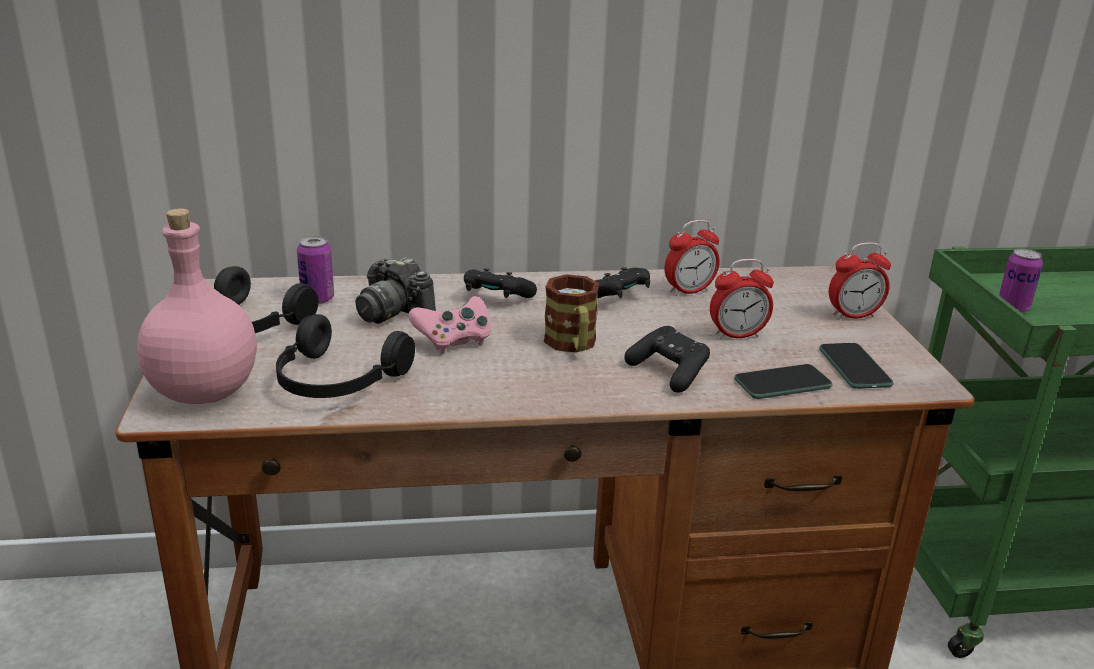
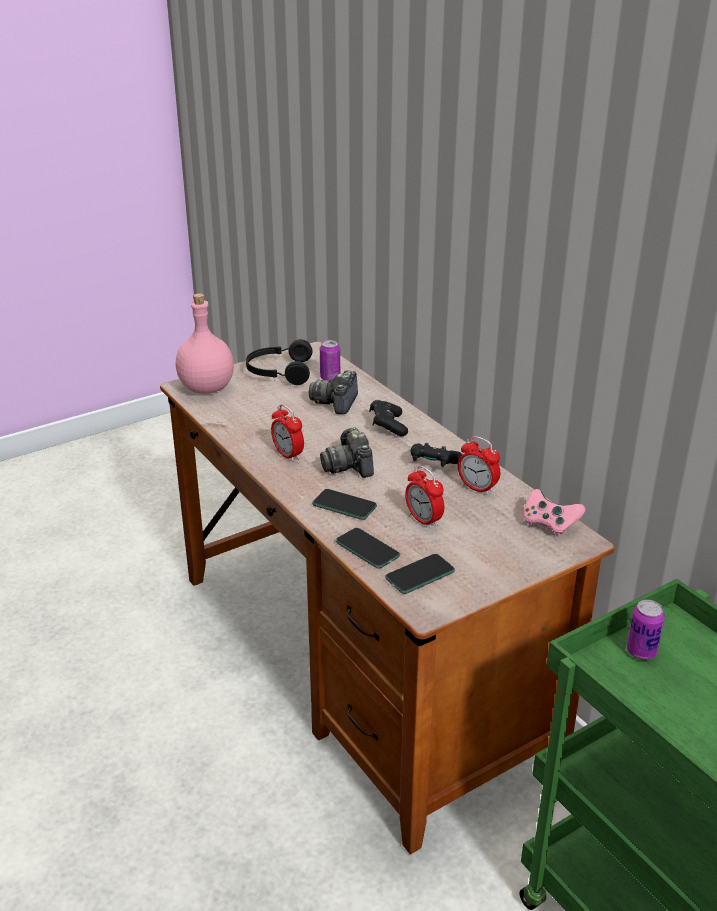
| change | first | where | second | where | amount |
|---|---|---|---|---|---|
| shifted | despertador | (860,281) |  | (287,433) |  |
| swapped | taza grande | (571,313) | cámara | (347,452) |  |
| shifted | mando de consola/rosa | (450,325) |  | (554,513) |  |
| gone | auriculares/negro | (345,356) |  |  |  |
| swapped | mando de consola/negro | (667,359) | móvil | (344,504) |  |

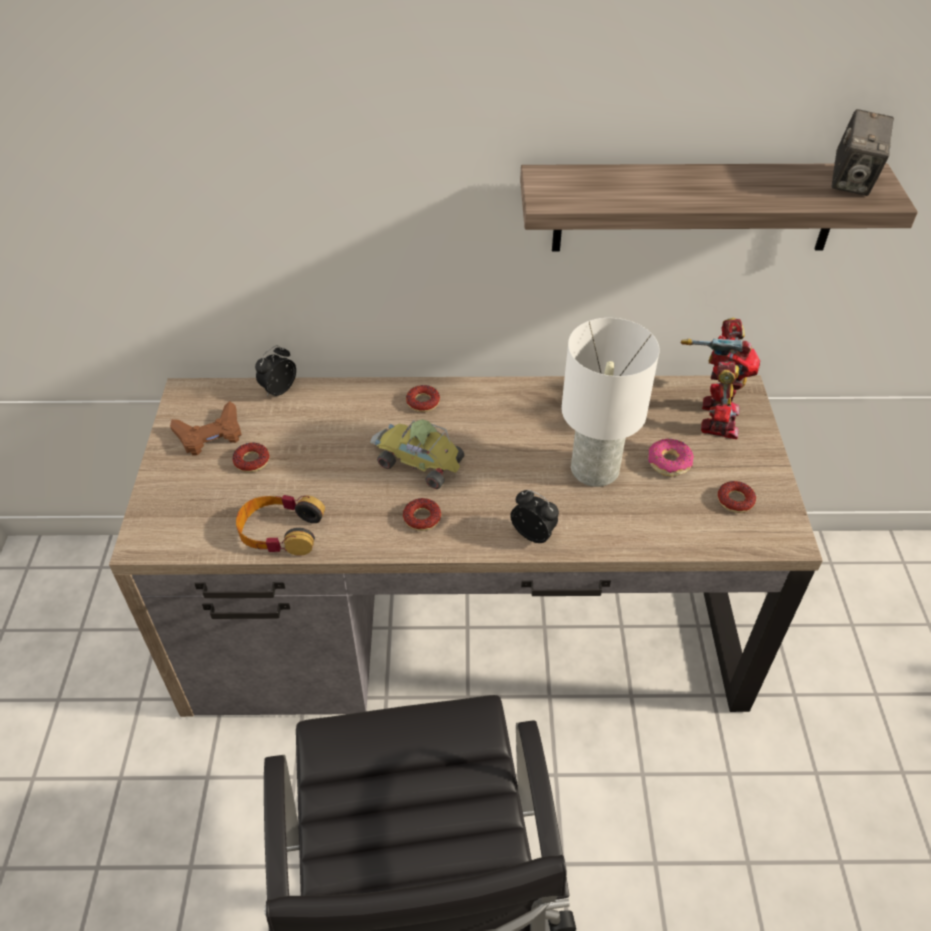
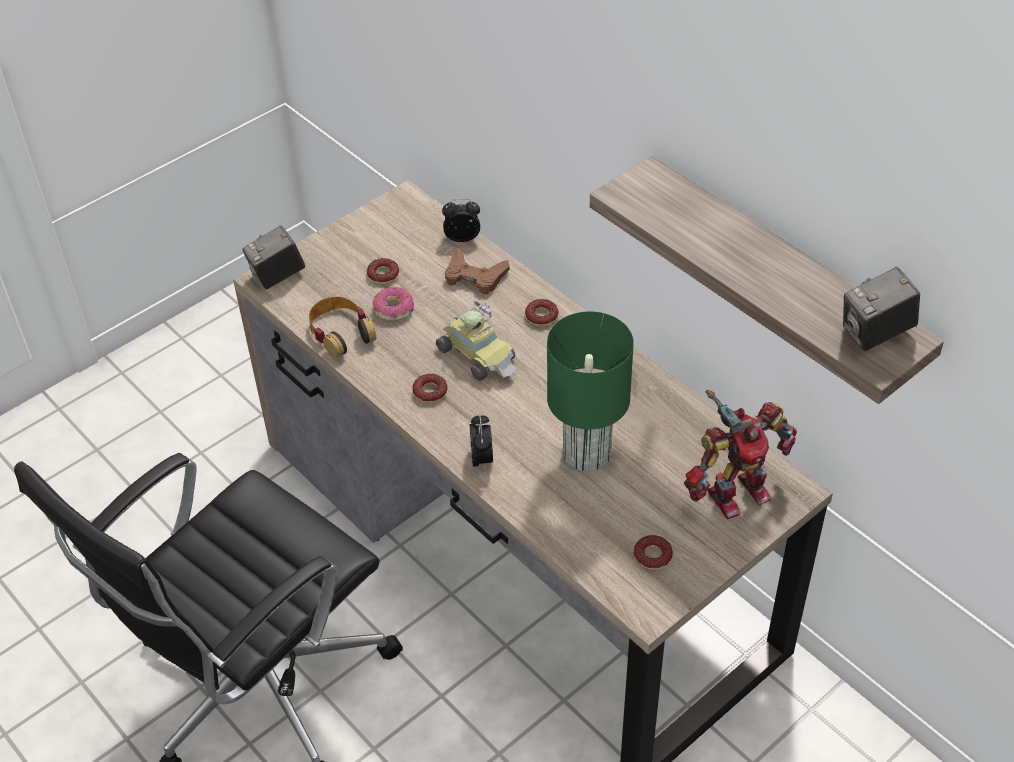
| change | first | where | second | where | amount |
|---|---|---|---|---|---|
| repainted | lámpara de mesa/blanco | (611,402) | lámpara de mesa/verde | (590,391) |  |
| shifted | mando de consola/marrón | (206,428) |  | (477,270) |  |
| rotated | coche de juguete | (417,454) |  | (476,341) | 150 degrees clockwise |
| shifted | rosquilla | (671,457) |  | (393,304) |  |
| new |  |  | cámara | (273,257) |  |

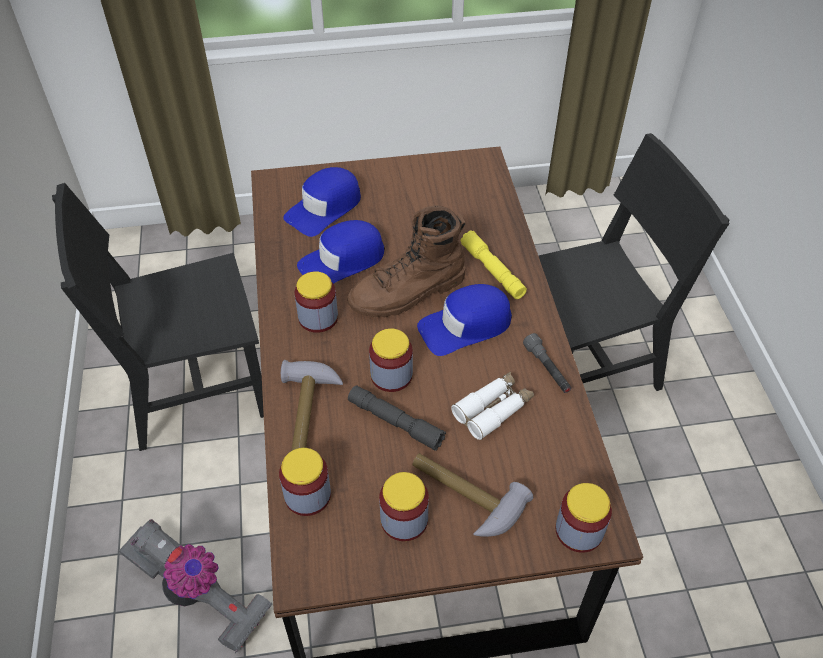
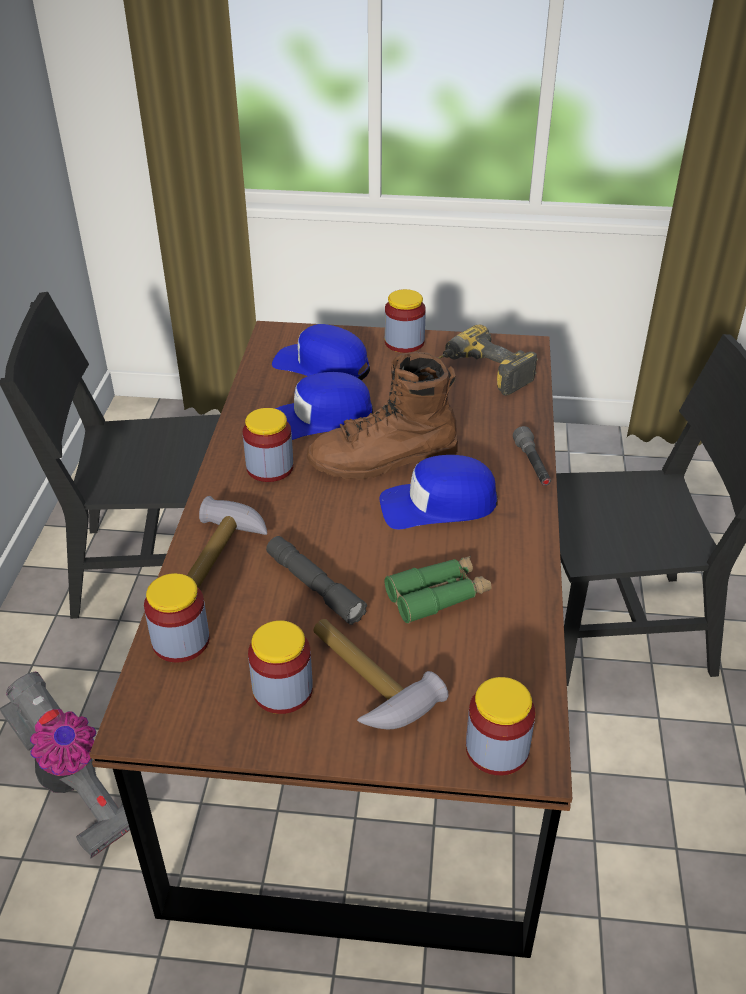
| change | first | where | second | where | amount |
|---|---|---|---|---|---|
| rotated | gorra/azul | (322,202) |  | (321,352) | 60 degrees clockwise |
| gone | linterna/amarillo | (494,265) |  |  |  |
| shifted | tarro | (391,360) |  | (405,321) |  |
| shifted | linterna/gris | (547,363) |  | (532,456) |  |
| repainted | prismáticos/blanco | (492,406) | prismáticos/verde | (438,590) |  |
| new |  |  | taladro | (488,360) |  |

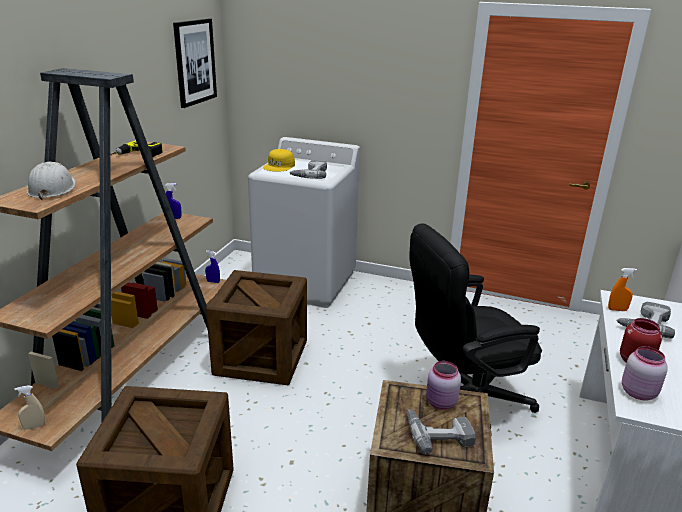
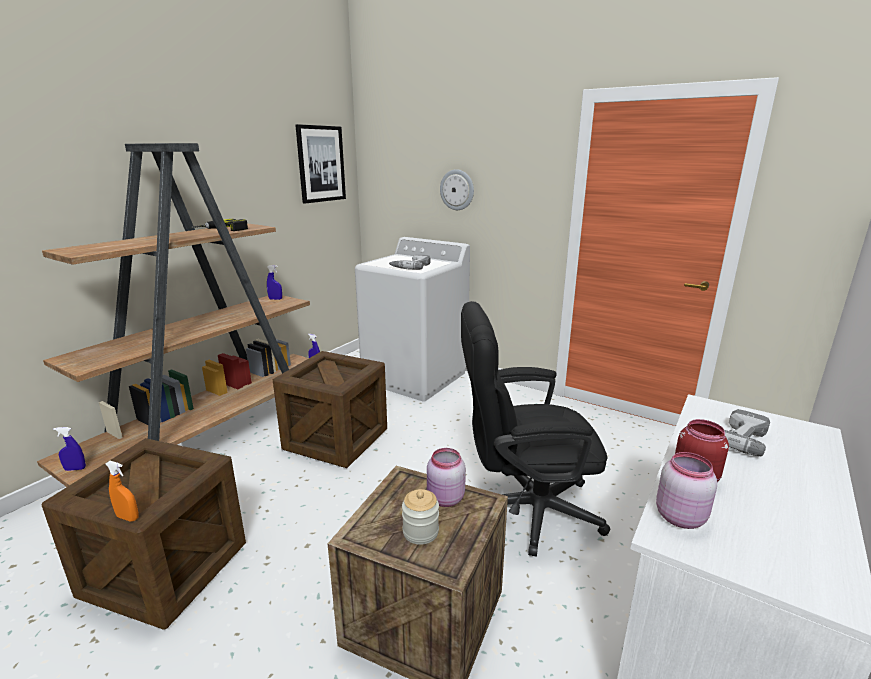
| change | first | where | second | where | amount |
|---|---|---|---|---|---|
| gone | gorra/amarillo | (279,160) |  |  |  |
| gone | casco/blanco | (51,181) |  |  |  |
| shifted | pulverizador/naranja | (622,289) |  | (122,491) |  |
| repainted | pulverizador/beis | (29,407) | pulverizador/azul | (69,449) |  |
| swapped | taladro | (441,431) | tarro | (420,517) |  |
| new |  |  | reloj de pared | (457,189) |  |

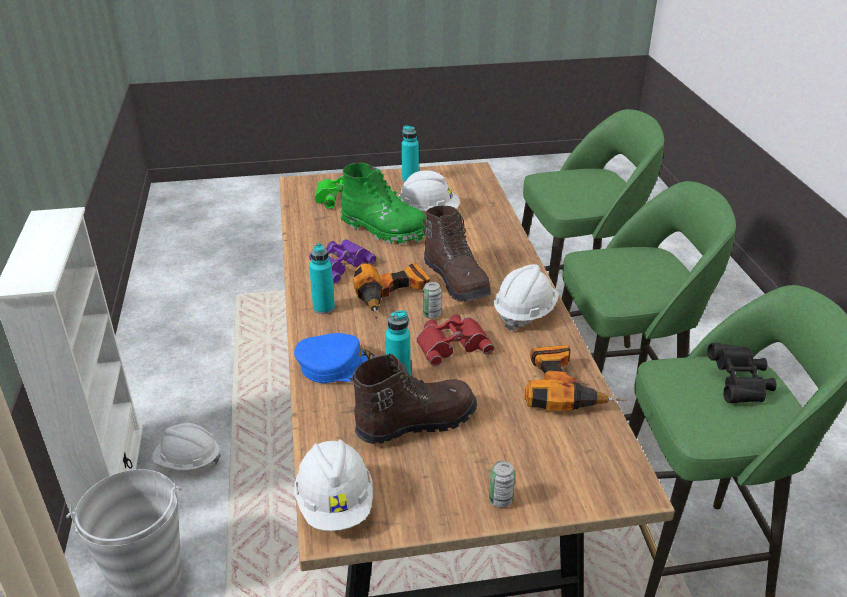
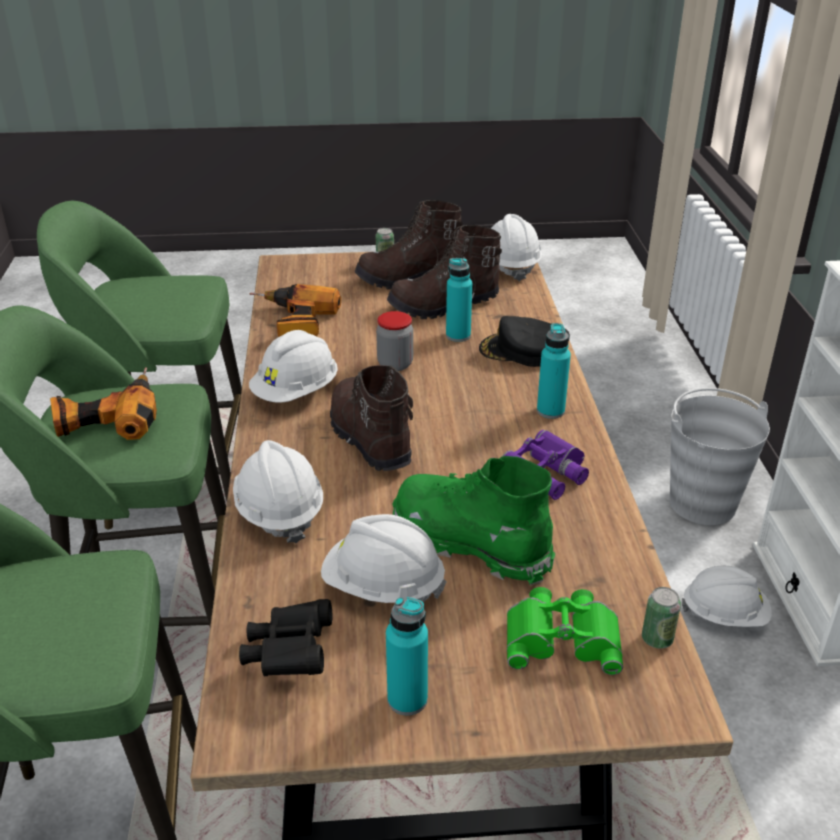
| change | first | where | second | where | amount |
|---|---|---|---|---|---|
| shifted | taladro | (391,290) |  | (103,403) |  |
| shifted | lata | (432,300) |  | (661,618) |  |
| swapped | prismáticos/rojo | (455,340) | tarro | (394,341) |  |
| repainted | gorra/azul | (335,358) | gorra/negro | (524,341) |  |
| shifted | prismáticos/negro | (742,373) |  | (285,637) |  |
| new |  |  | bota/marrón | (409,245) |  |
| new |  |  | casco/blanco | (278,491) |  |

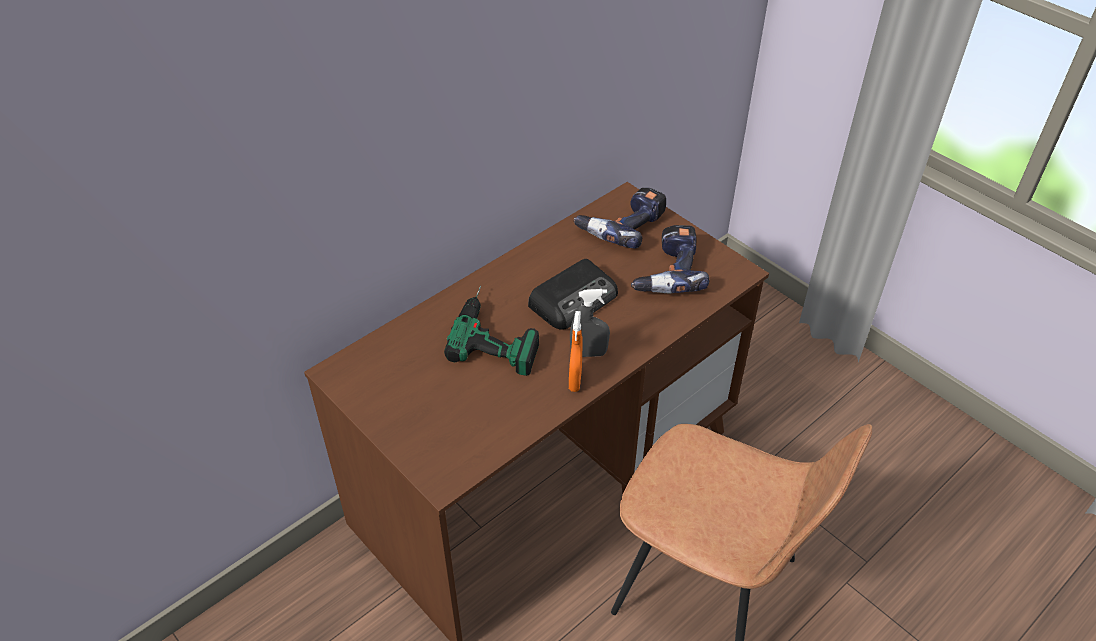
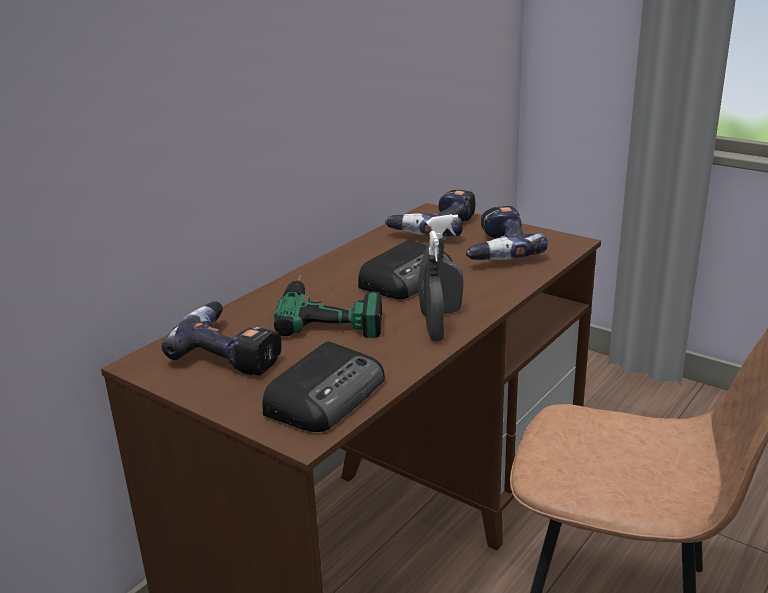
| change | first | where | second | where | amount |
|---|---|---|---|---|---|
| repainted | pulverizador/naranja | (576,351) | pulverizador/gris | (435,286) |  |
| new |  |  | taladro | (221,338) |  |
| new |  |  | radio | (323,386) |  |

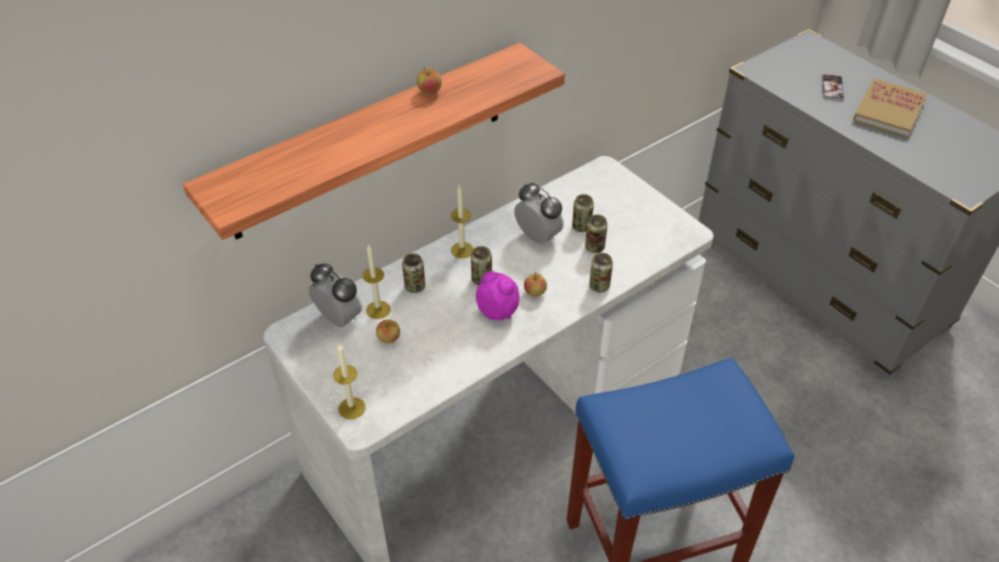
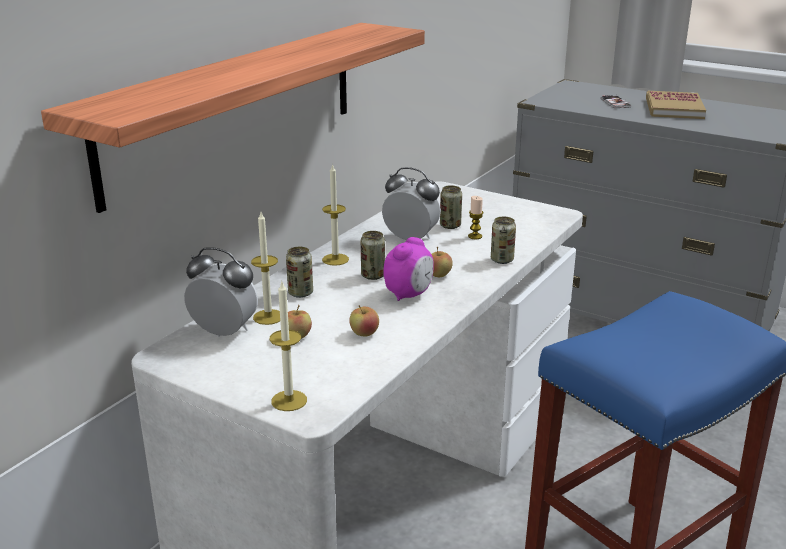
| change | first | where | second | where | amount |
|---|---|---|---|---|---|
| shifted | manzana | (429,81) |  | (364,321) |  |
| swapped | lata | (596,234) | vela | (476,217) |  |
| rotated | despertador | (498,295) |  | (408,269) | 105 degrees clockwise |

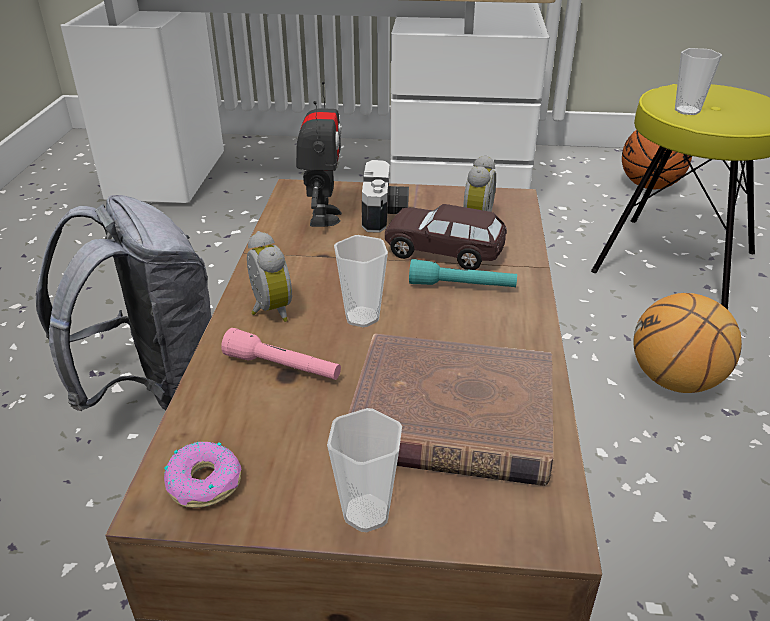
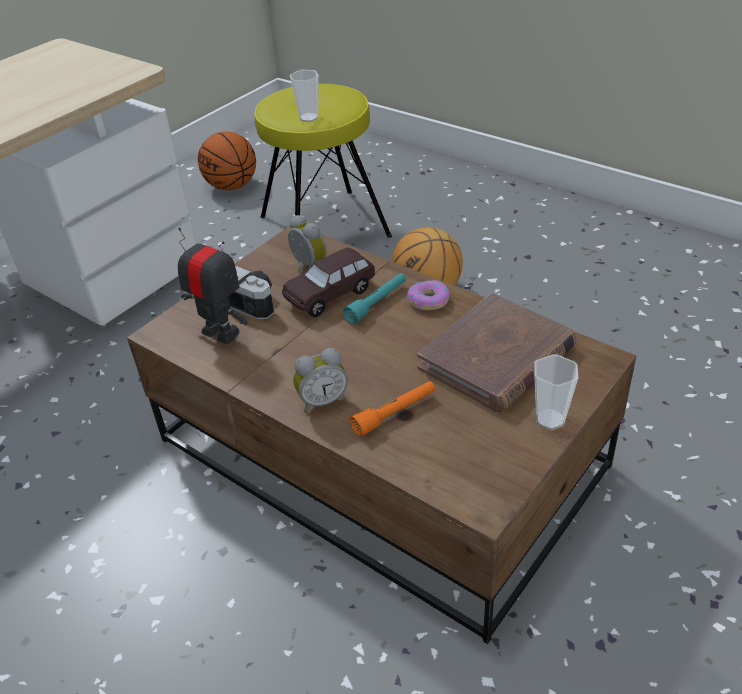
| change | first | where | second | where | amount |
|---|---|---|---|---|---|
| gone | mochila/gris | (124,303) |  |  |  |
| rotated | despertador | (269,276) |  | (320,380) | 150 degrees clockwise |
| gone | taza | (361,281) |  |  |  |
| repainted | linterna/rosa | (281,354) | linterna/naranja | (392,409) |  |
| shifted | rosquilla | (202,474) |  | (428,295) |  |

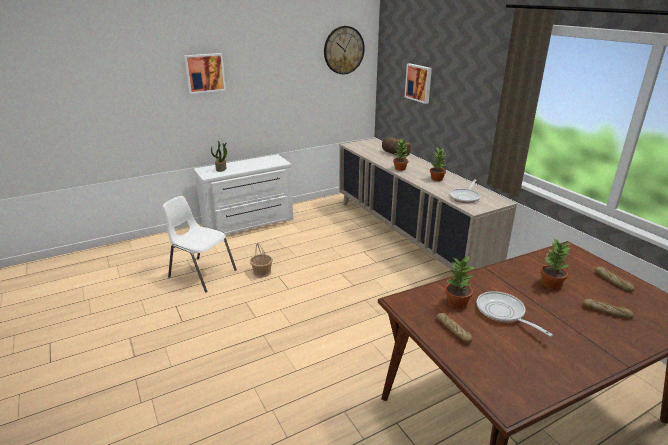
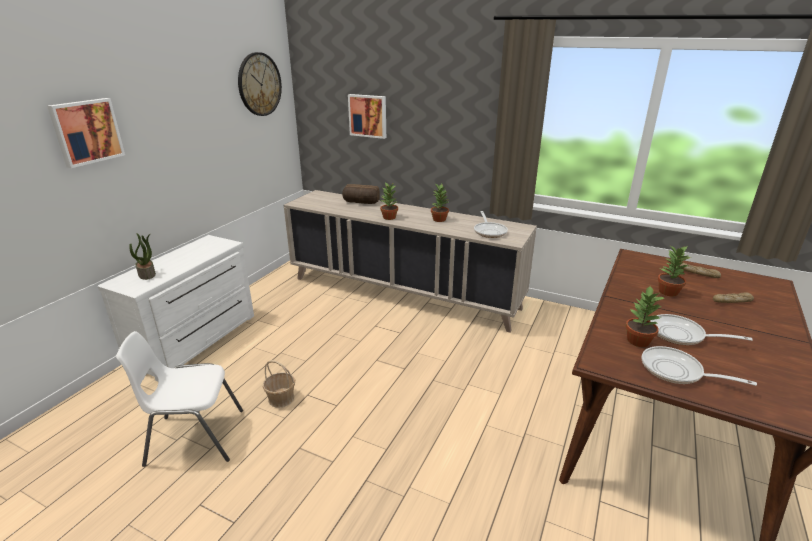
| change | first | where | second | where | amount |
|---|---|---|---|---|---|
| swapped | pan | (454,328) | sartén | (699,366) |  |

